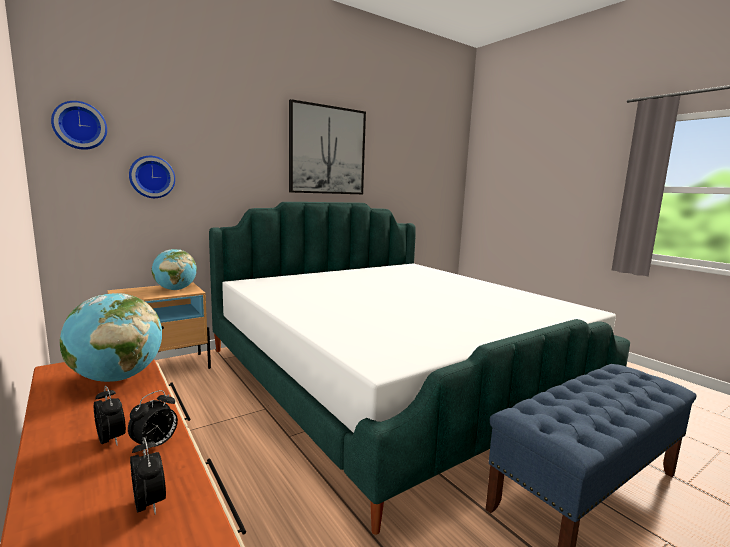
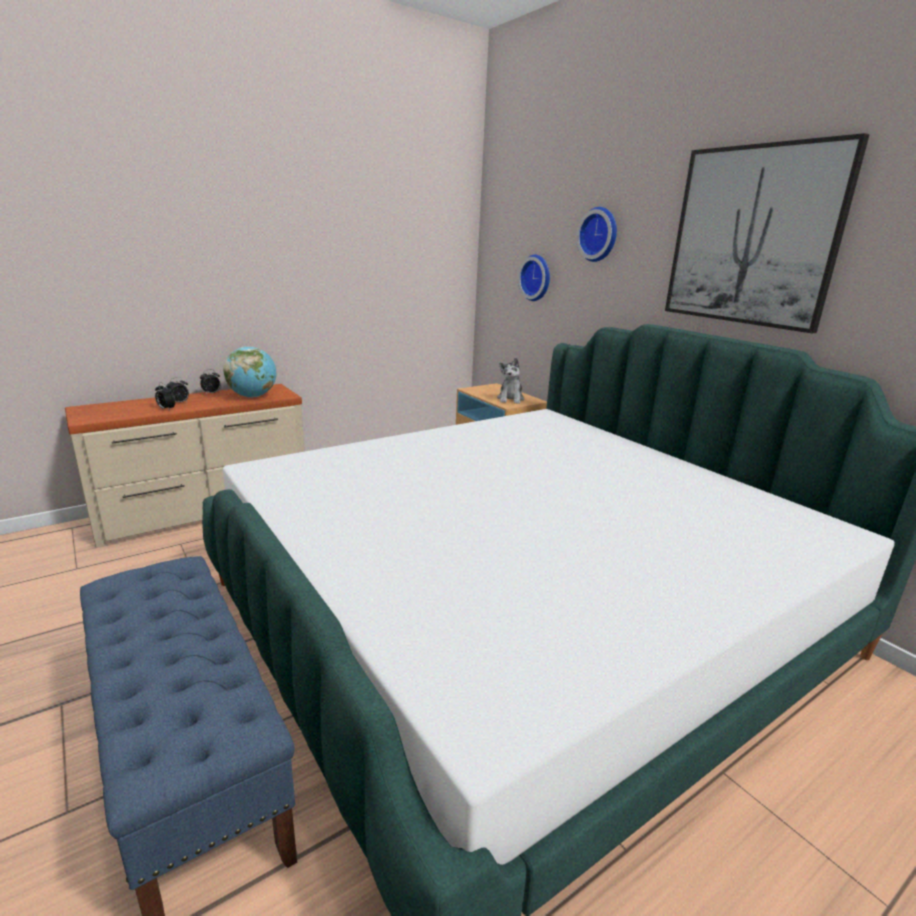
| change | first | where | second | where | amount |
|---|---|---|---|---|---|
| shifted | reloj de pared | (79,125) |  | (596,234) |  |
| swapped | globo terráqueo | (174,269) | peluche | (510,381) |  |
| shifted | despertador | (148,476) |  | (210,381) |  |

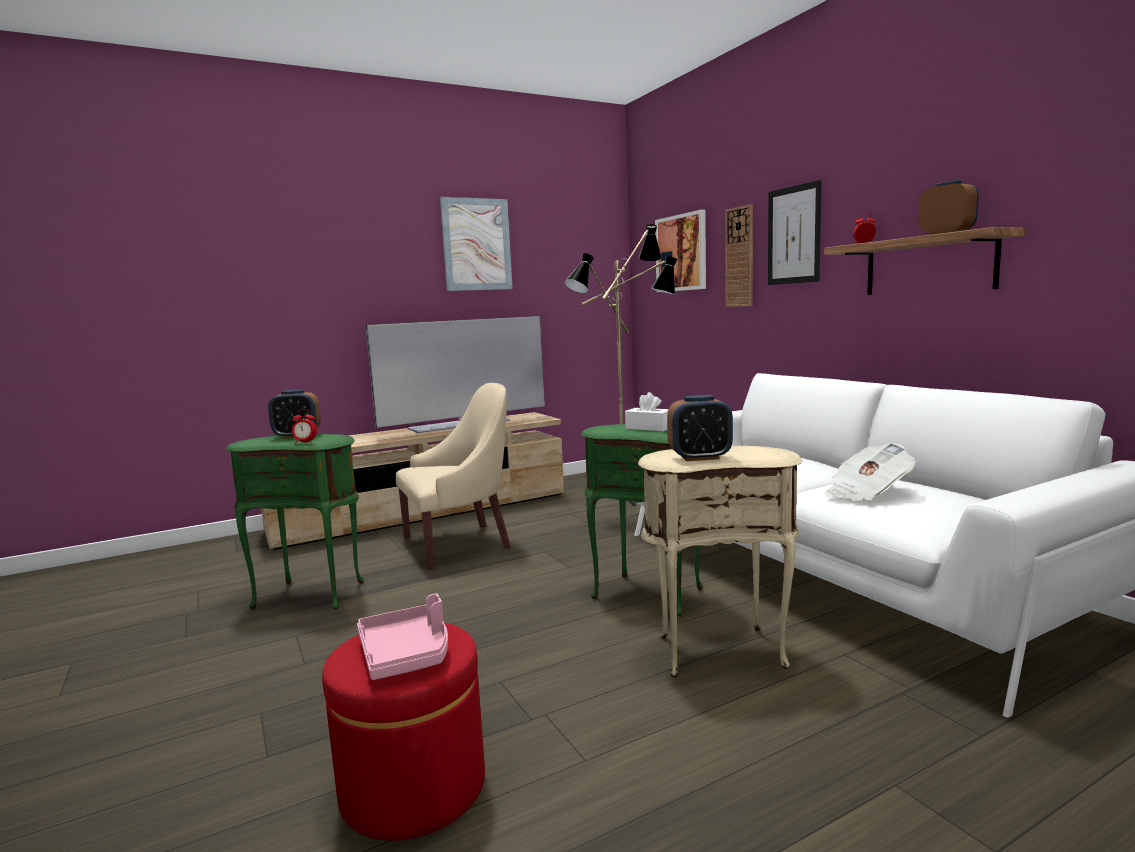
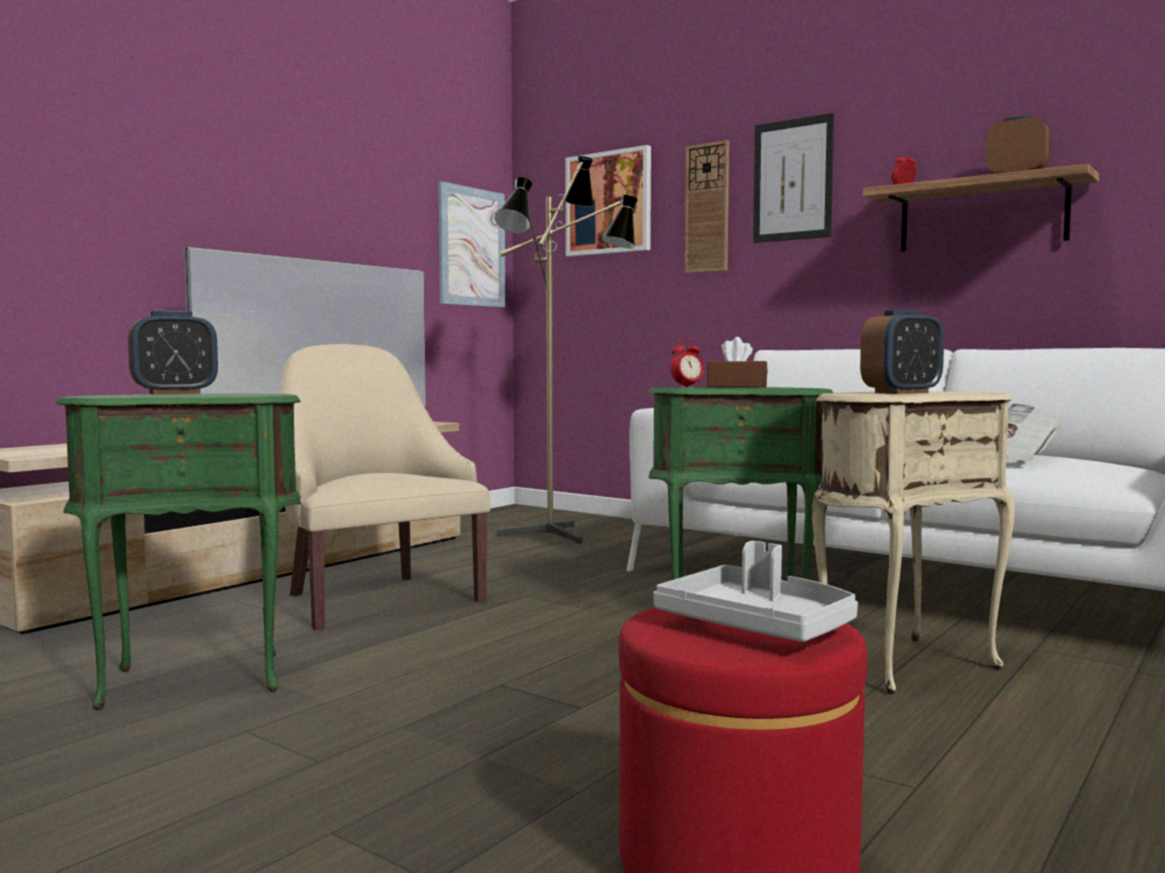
| change | first | where | second | where | amount |
|---|---|---|---|---|---|
| shifted | cuadro | (476,244) |  | (471,244) |  |
| rotated | sillón/beis | (453,476) |  | (385,487) | 75 degrees counterclockwise |
| repainted | caja de pañuelos/blanco | (646,411) | caja de pañuelos/marrón | (737,362) |  |
| shifted | despertador | (304,426) |  | (687,362) |  |
| repainted | bandeja/rosa | (402,636) | bandeja/gris | (755,591) |  |

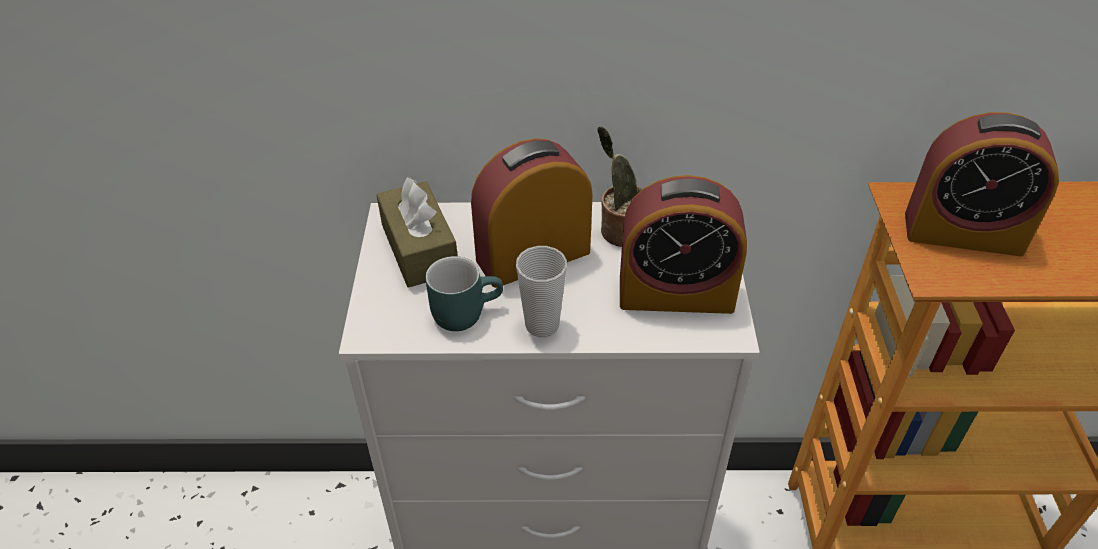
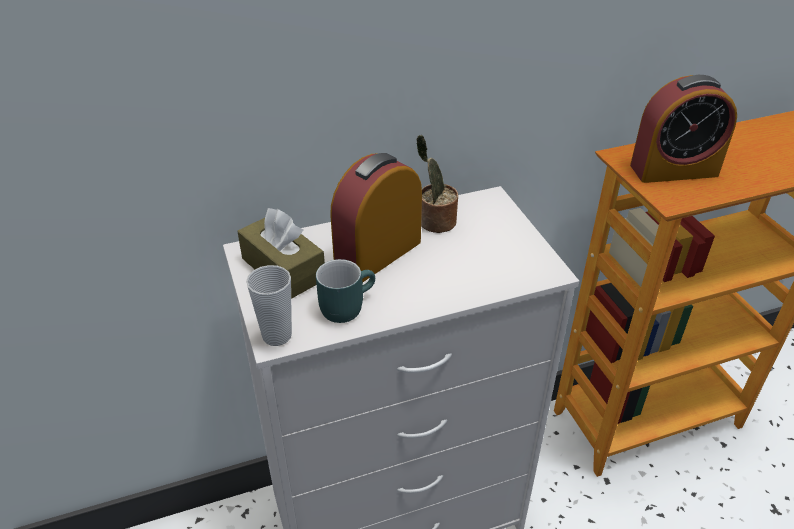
| change | first | where | second | where | amount |
|---|---|---|---|---|---|
| gone | despertador | (683,244) |  |  |  |
| shifted | taza | (541,291) |  | (269,305) |  |

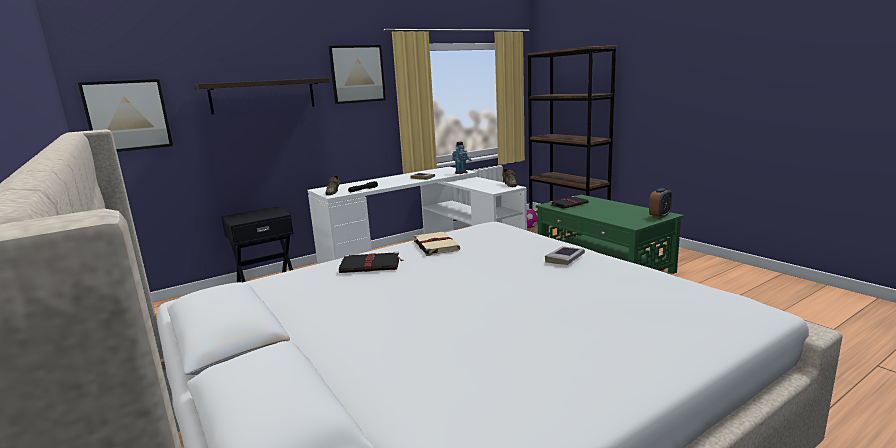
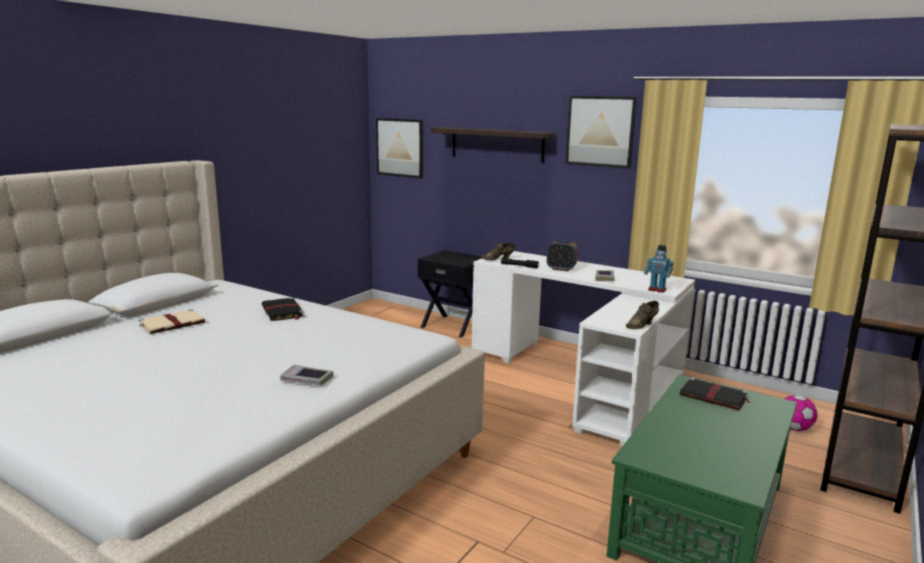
| change | first | where | second | where | amount |
|---|---|---|---|---|---|
| shifted | despertador | (660,203) |  | (562,255) |  |
| shifted | libro/beis | (437,244) |  | (172,321) |  |

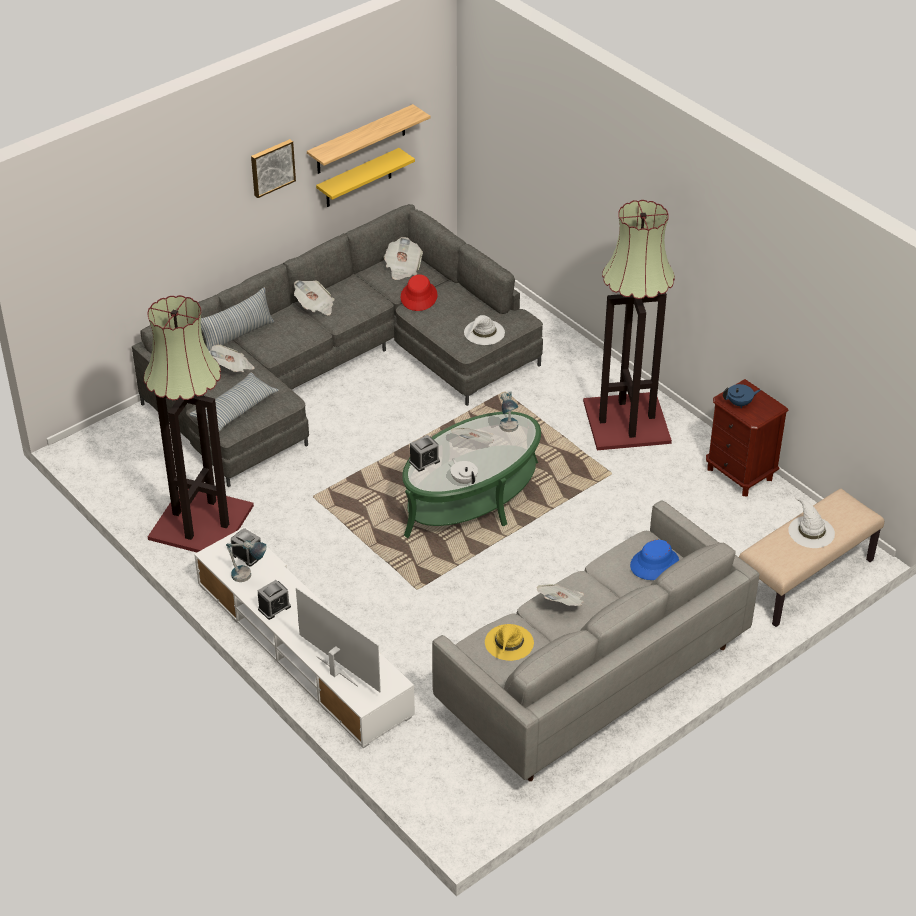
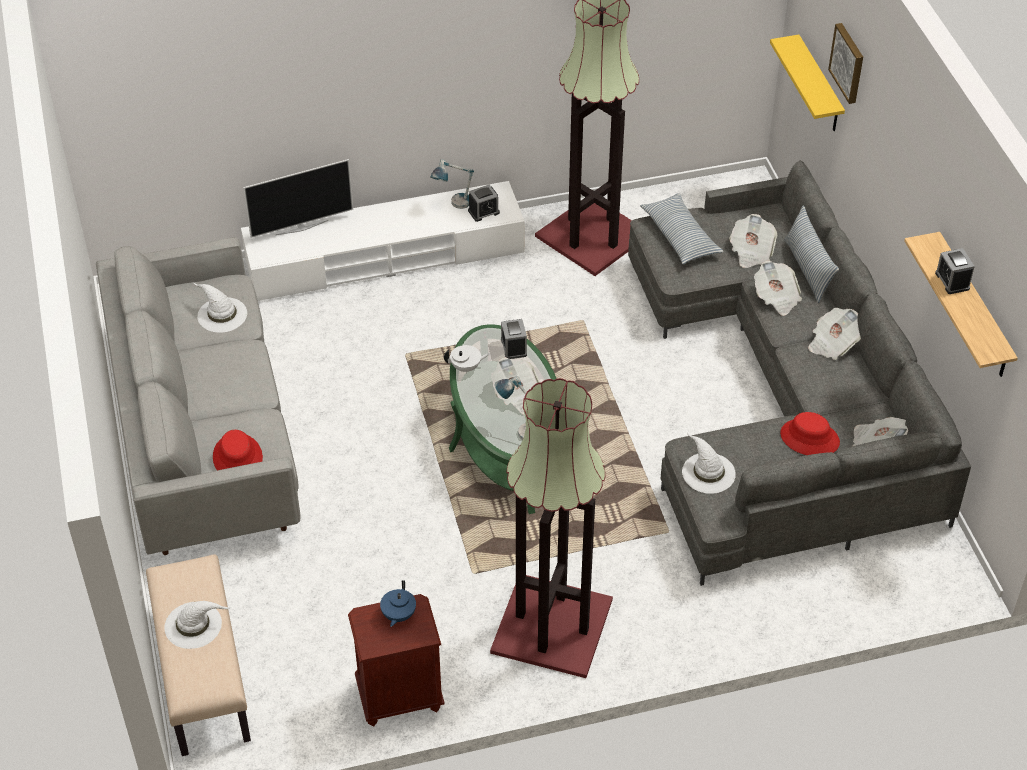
| change | first | where | second | where | amount |
|---|---|---|---|---|---|
| shifted | cuadro | (273,168) |  | (845,63) |  |
| shifted | estante/amarillo | (365,177) |  | (807,83) |  |
| repainted | sombrero/azul | (654,560) | sombrero/rojo | (238,450) |  |
| shifted | despertador | (274,600) |  | (955,271) |  |
| shifted | periódico | (560,595) |  | (778,288) |  |
| repainted | sombrero/amarillo | (509,642) | sombrero/blanco | (220,308) |  |

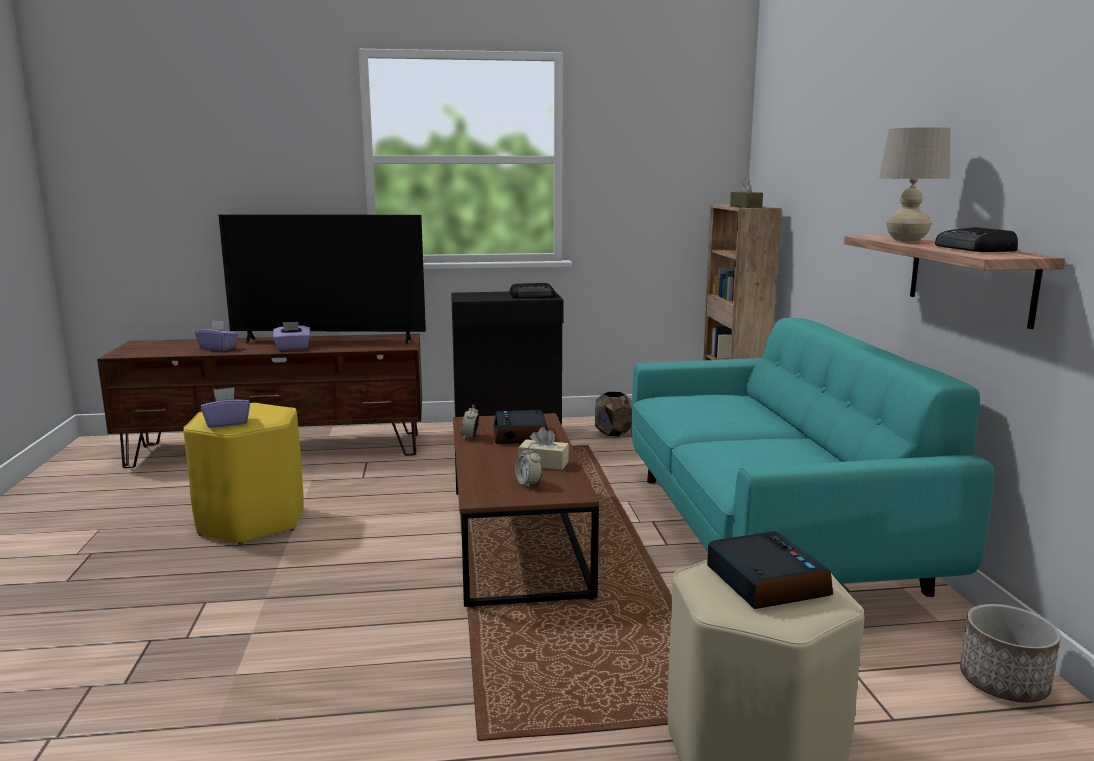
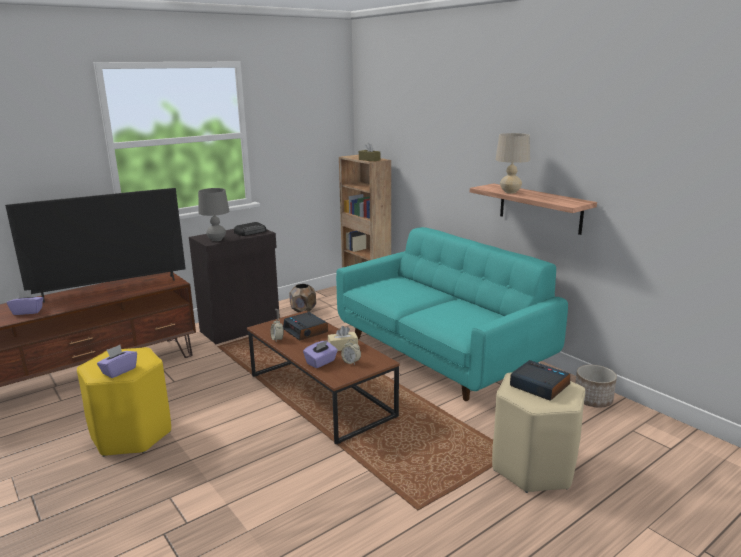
| change | first | where | second | where | amount |
|---|---|---|---|---|---|
| gone | radio | (976,239) |  |  |  |
| shifted | caja de pañuelos/morado | (291,336) |  | (320,354) |  |
| new |  |  | lámpara de mesa/gris | (213,214) |  |

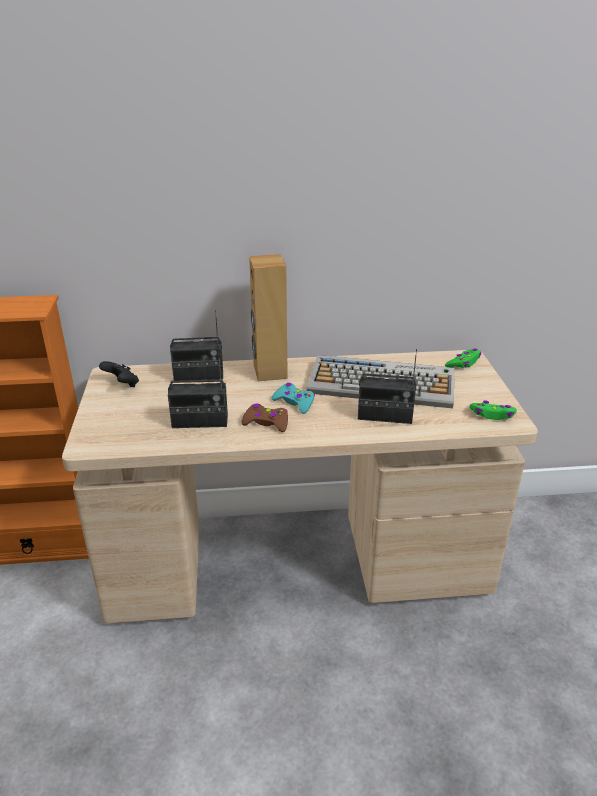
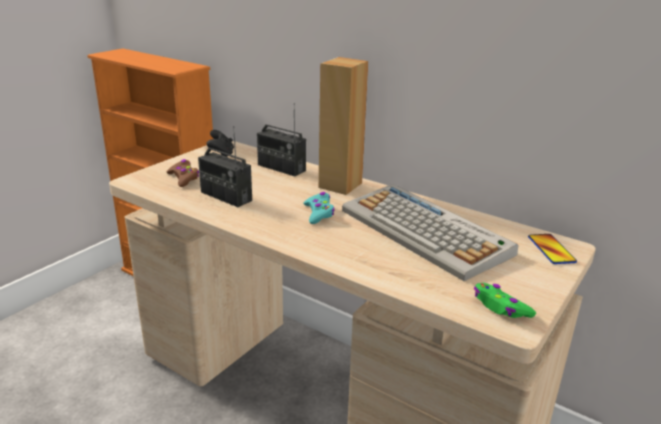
| change | first | where | second | where | amount |
|---|---|---|---|---|---|
| swapped | mando de consola/verde | (463,358) | móvil | (552,249) |  |
| gone | radio | (387,386) |  |  |  |
| shifted | mando de consola/marrón | (264,417) |  | (182,173) |  |

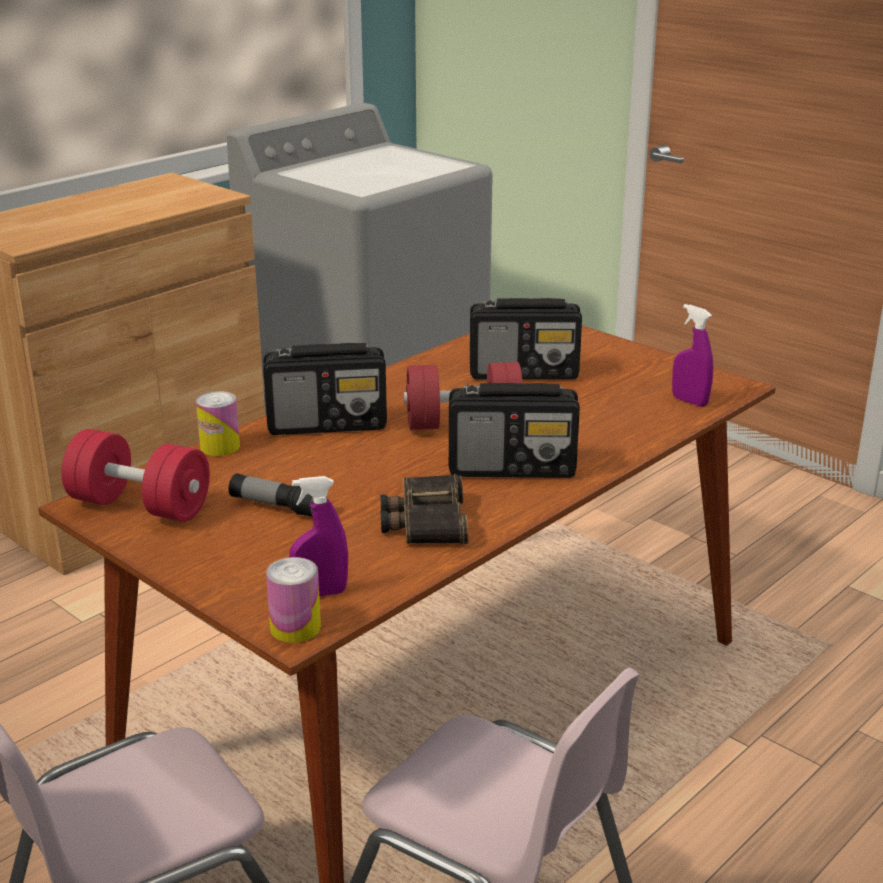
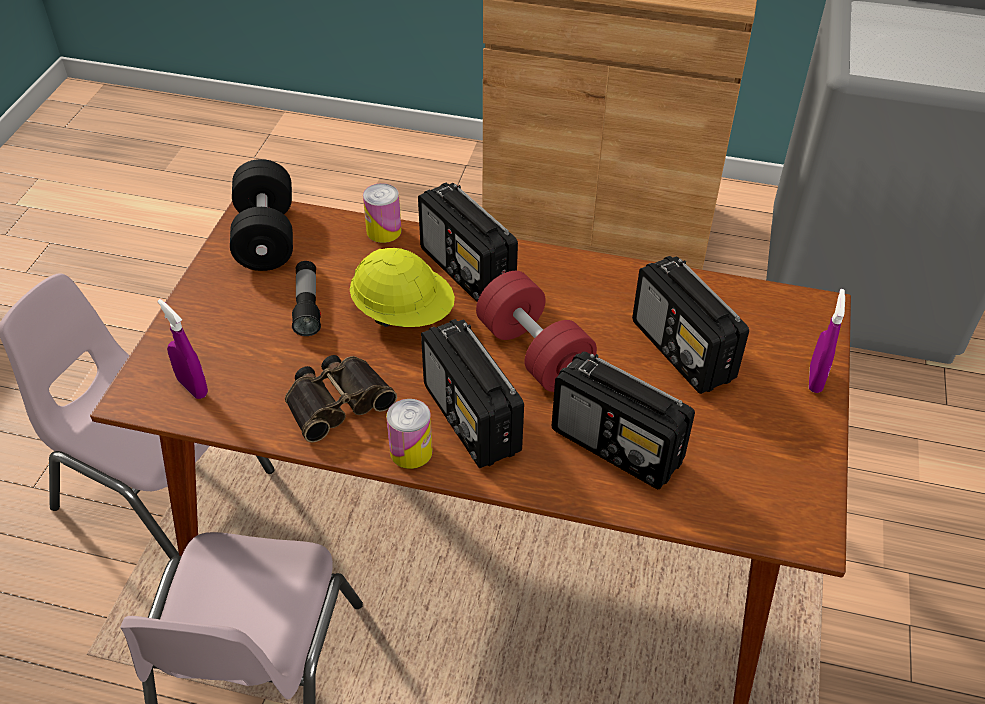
| change | first | where | second | where | amount |
|---|---|---|---|---|---|
| shifted | pulverizador/morado | (692,355) |  | (827,341) |  |
| repainted | mancuerna/rojo | (135,475) | mancuerna/negro | (261,215) |  |
| shifted | lata | (293,600) |  | (409,434) |  |
| new |  |  | casco/amarillo | (402,287) |  |
| new |  |  | radio | (623,420) |  |

